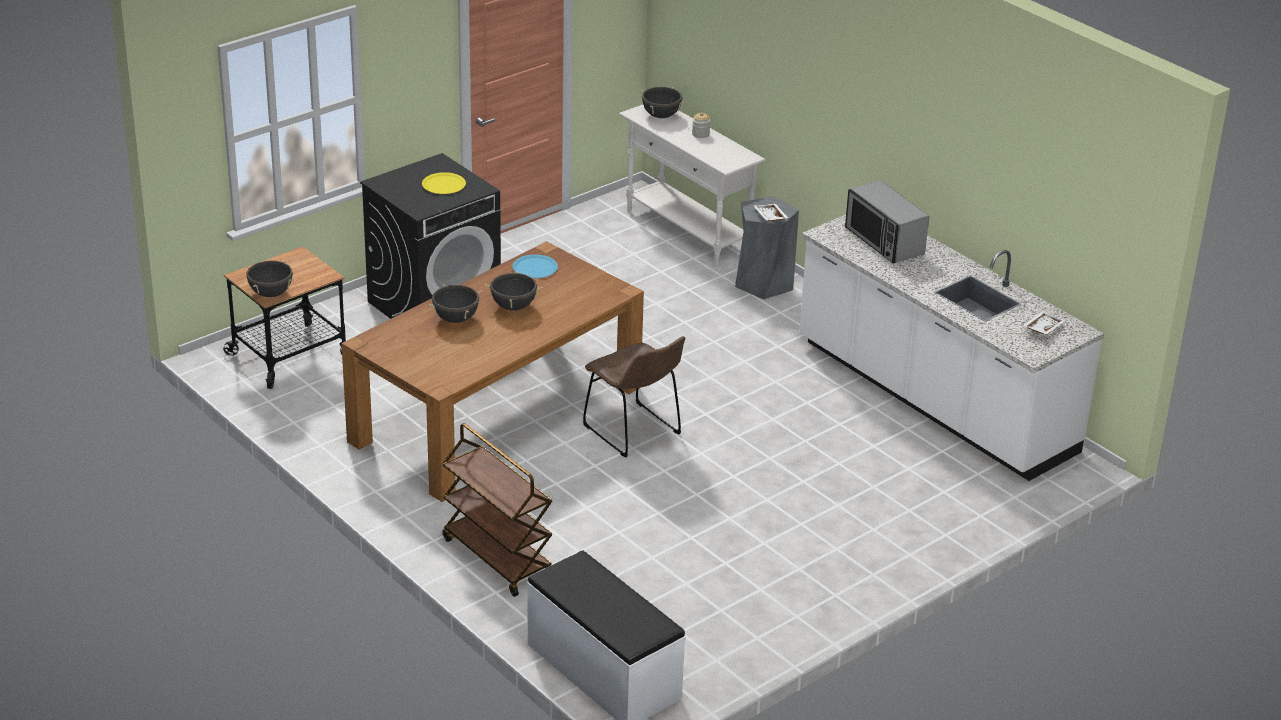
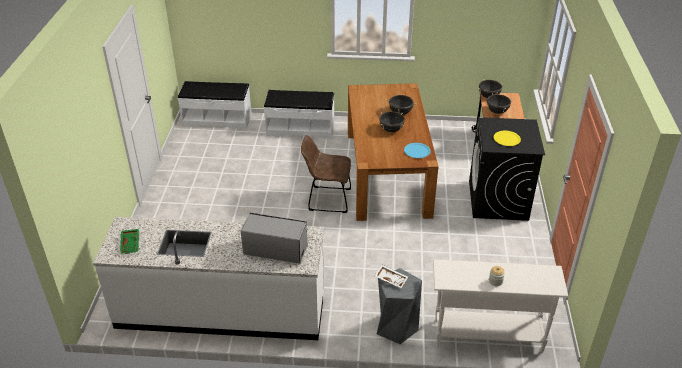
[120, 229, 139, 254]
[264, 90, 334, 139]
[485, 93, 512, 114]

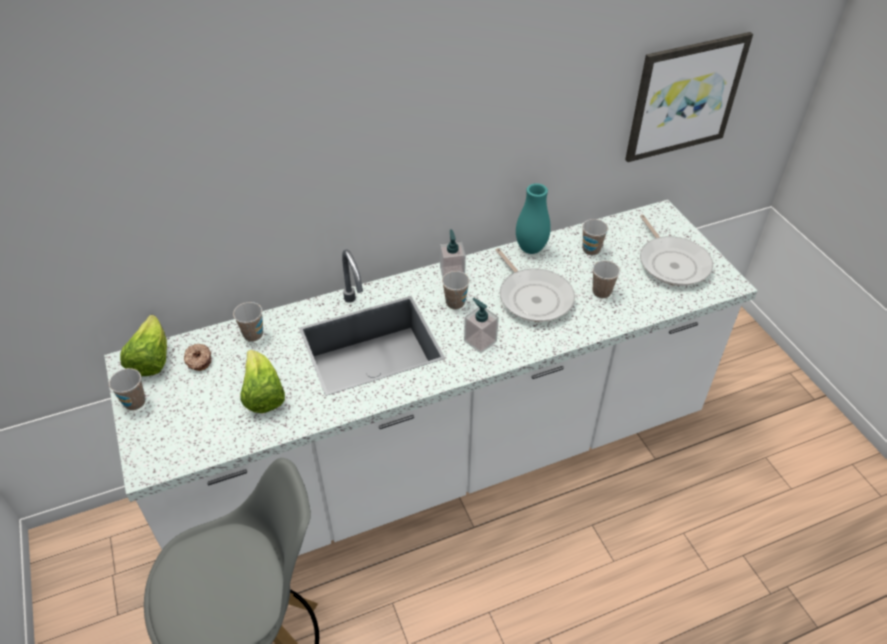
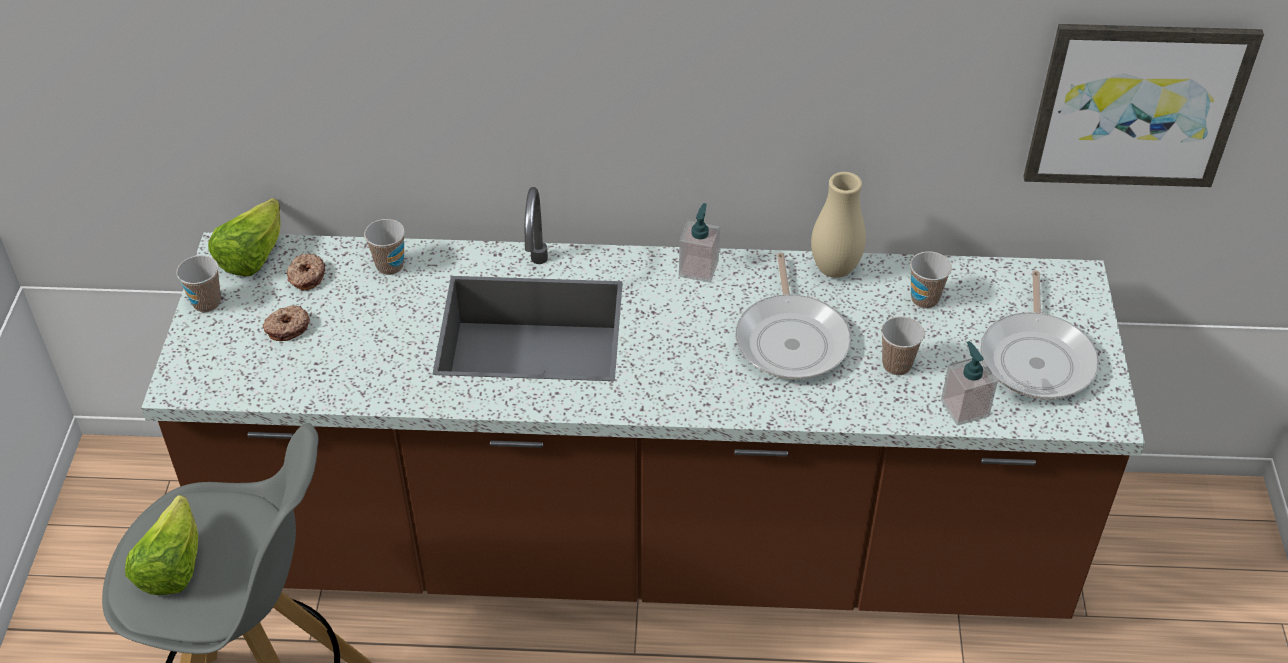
[125, 495, 198, 595]
[141, 187, 1145, 619]
[263, 305, 310, 341]
[811, 172, 866, 278]
[941, 341, 998, 426]
[442, 271, 470, 309] (first image)

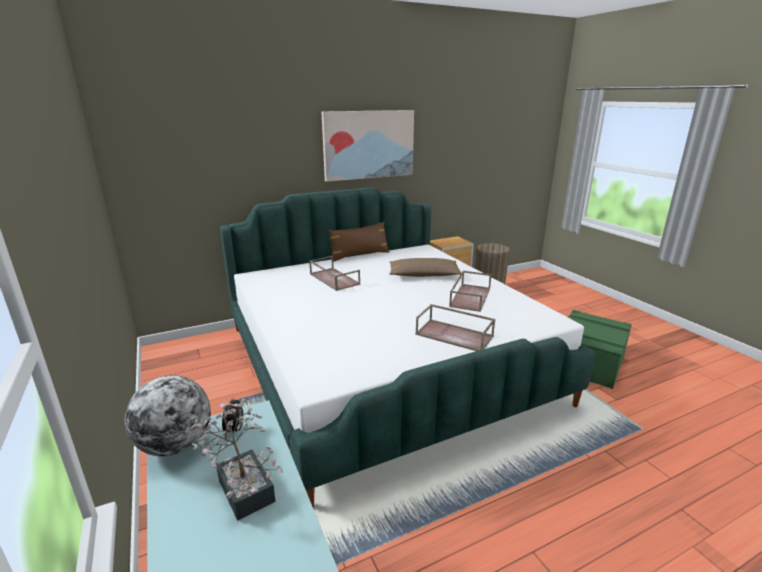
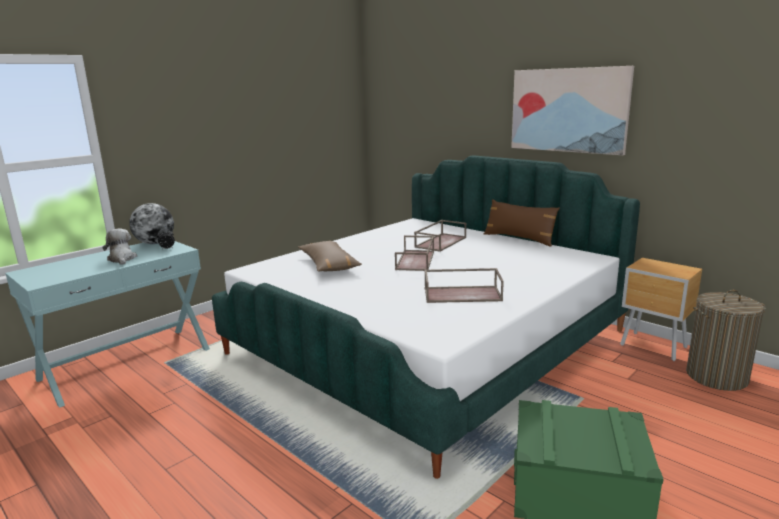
[103, 228, 137, 265]
[298, 241, 362, 272]
[395, 235, 434, 271]

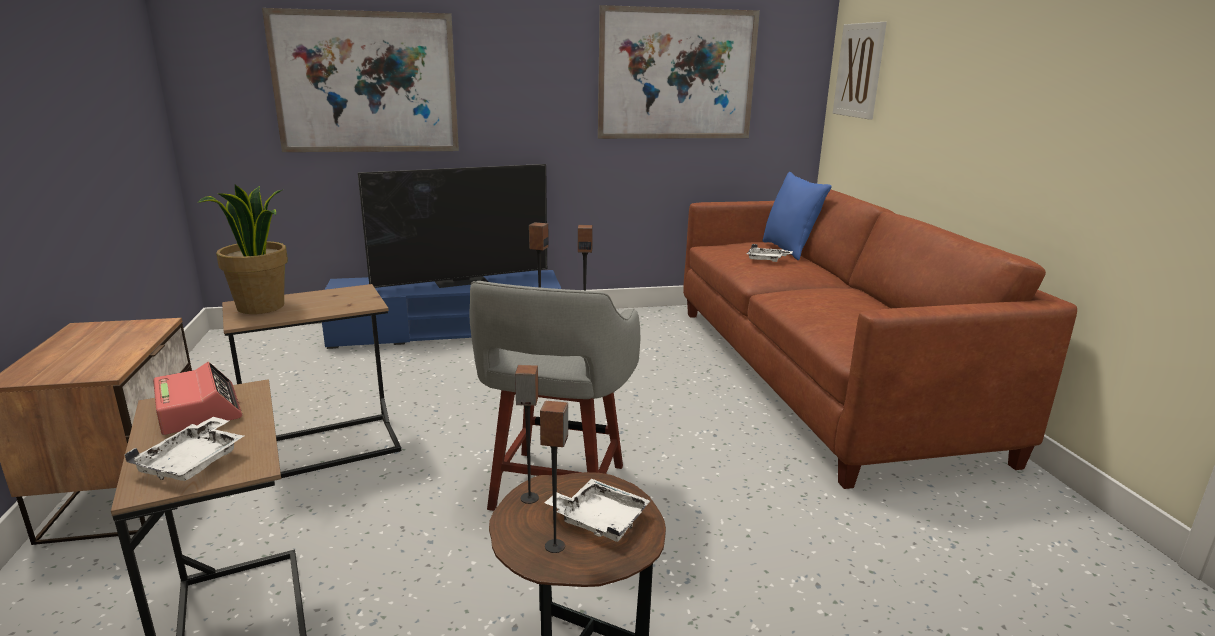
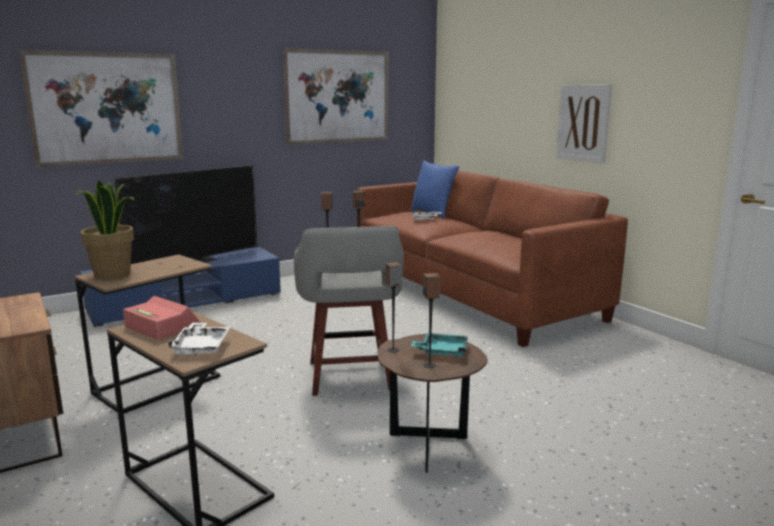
[411, 333, 468, 357]
[556, 85, 612, 163]

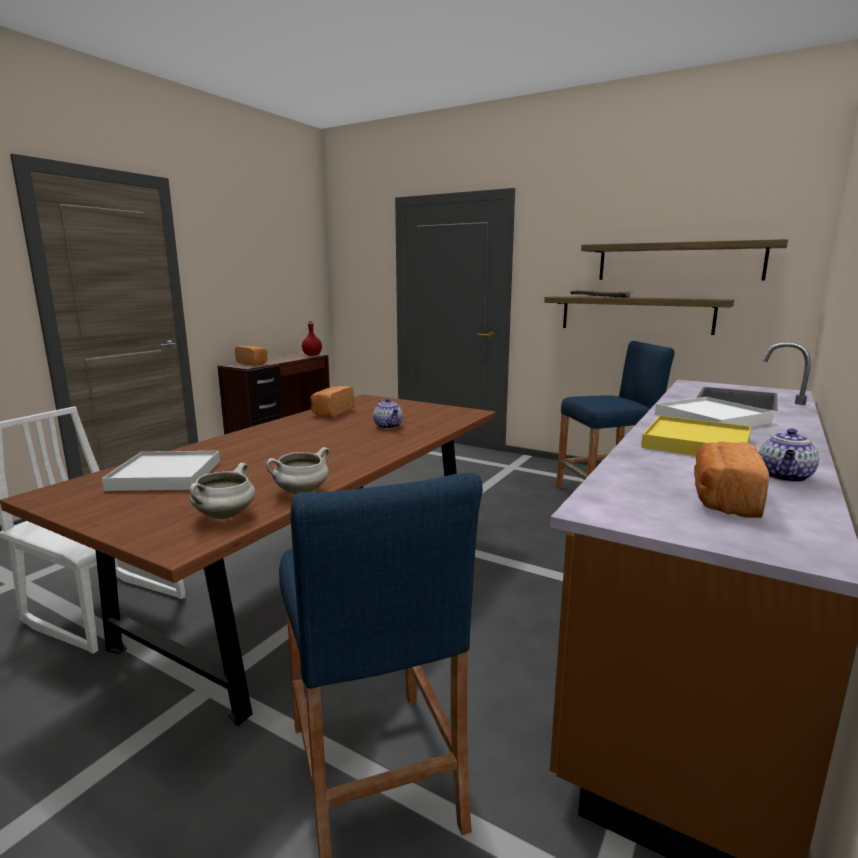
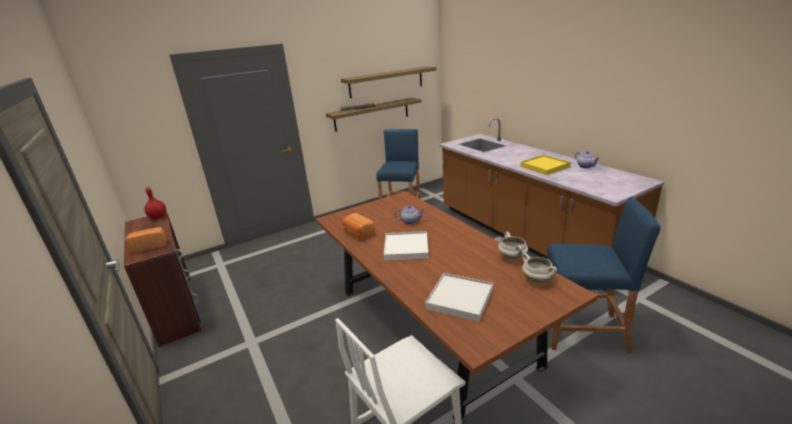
[384, 231, 429, 261]
[694, 441, 769, 518] (first image)

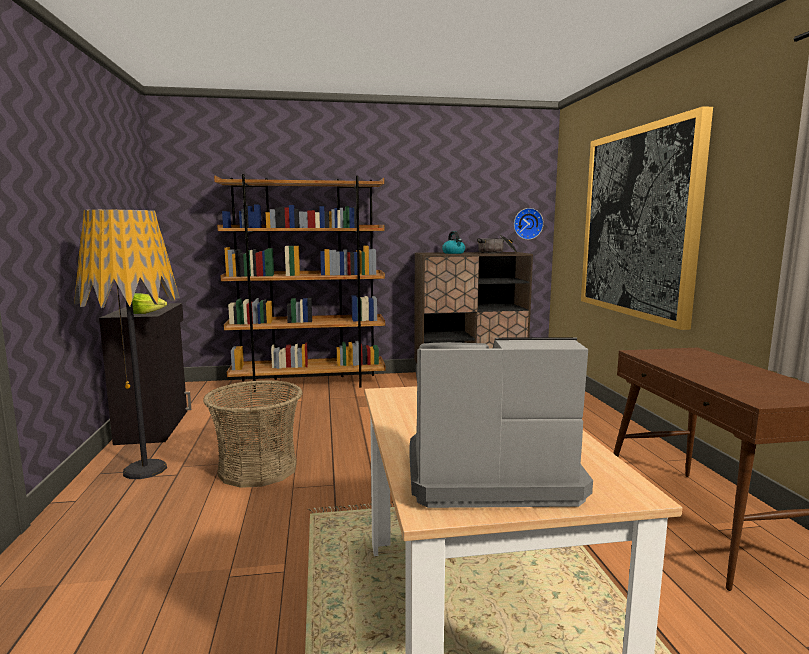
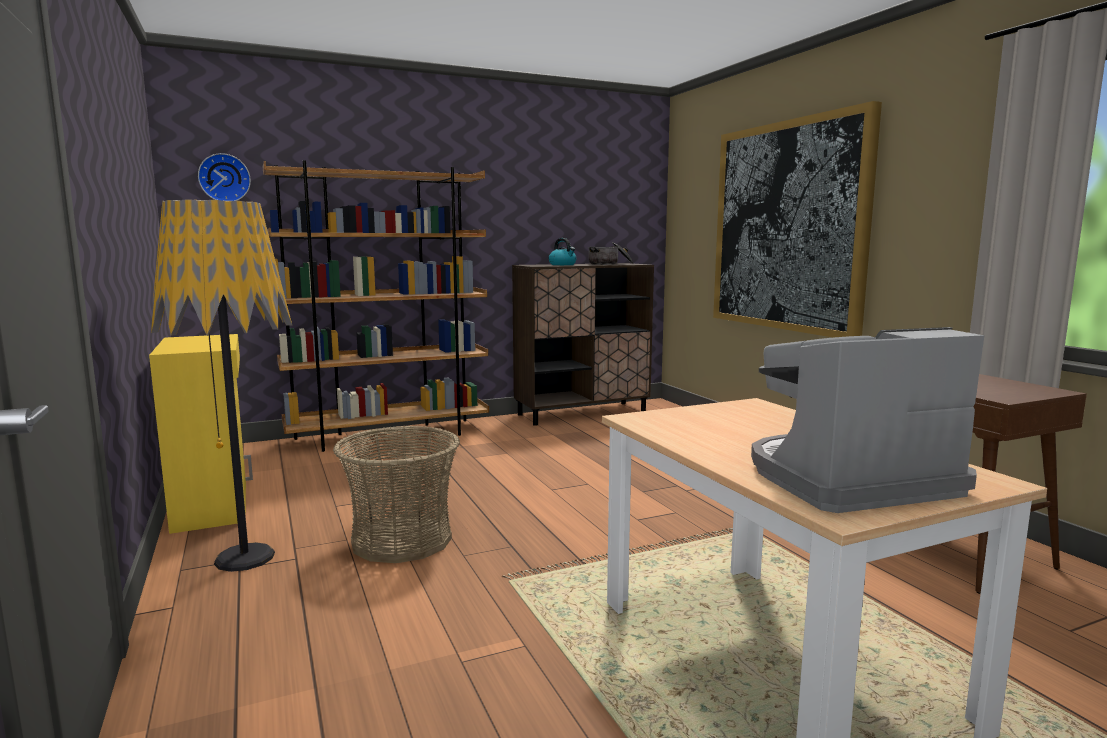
[149, 334, 253, 534]
[198, 153, 251, 201]
[132, 293, 167, 314] (first image)

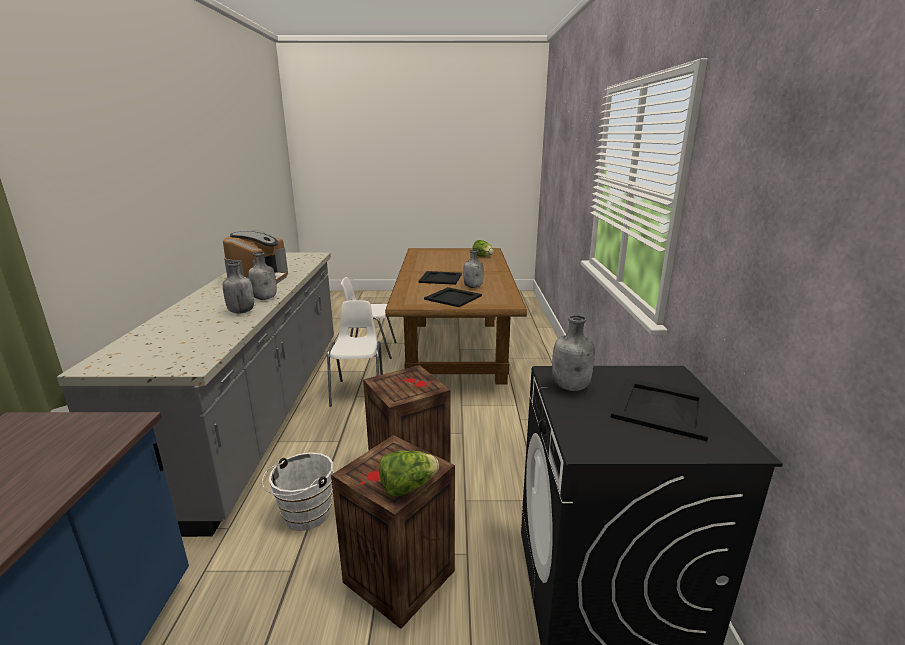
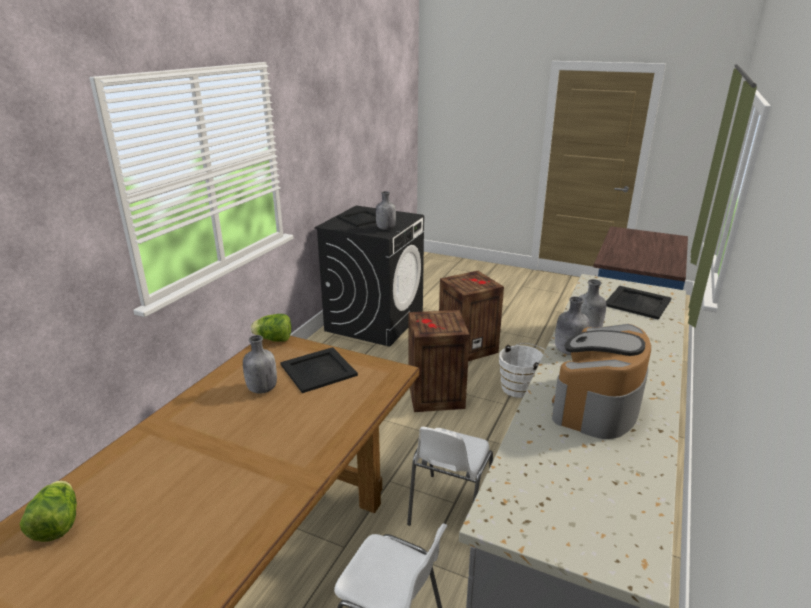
[251, 314, 291, 342]
[606, 286, 671, 320]

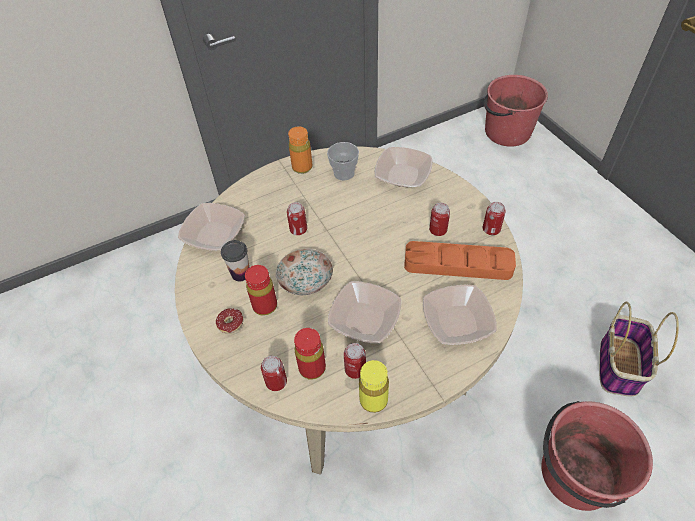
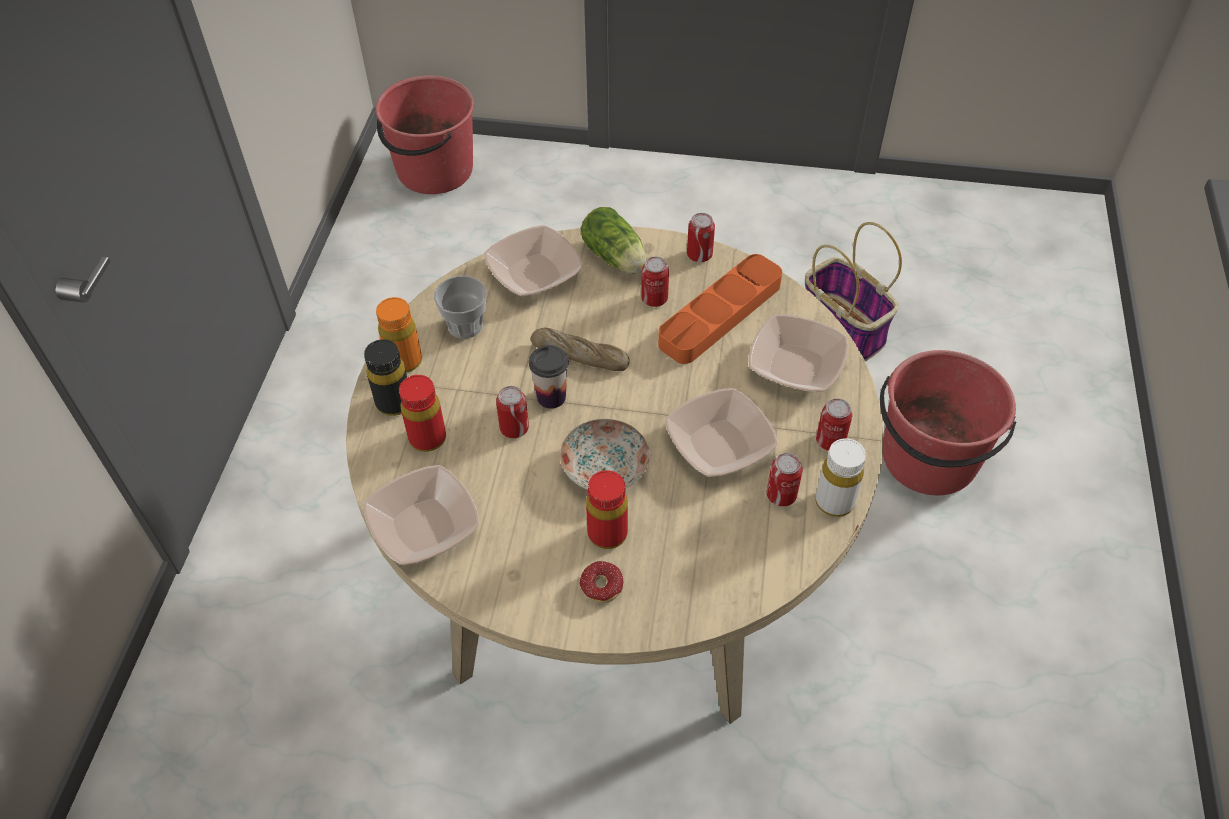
[364, 339, 407, 416]
[399, 375, 446, 452]
[529, 345, 569, 409]
[531, 328, 630, 371]
[581, 207, 647, 274]
[815, 438, 866, 517]
[816, 398, 852, 451]

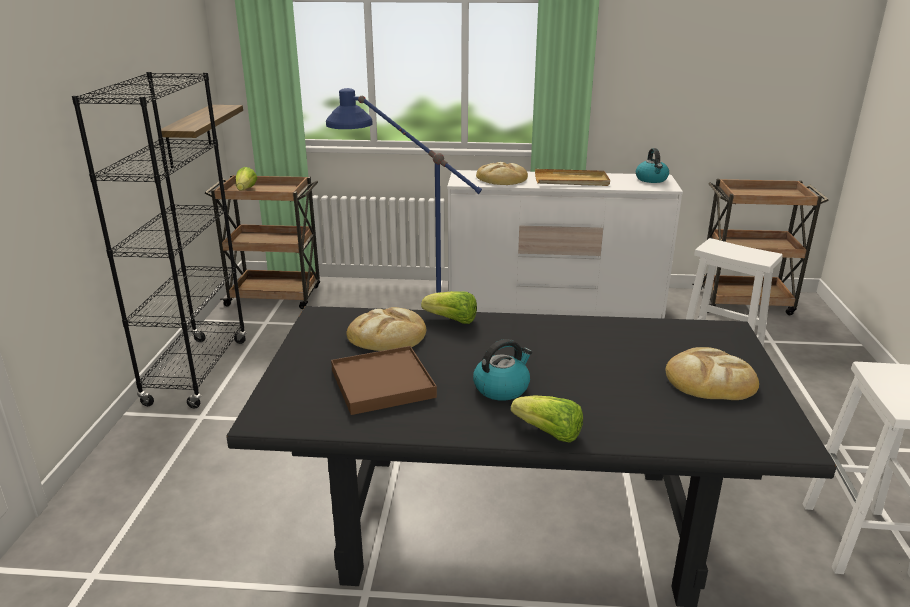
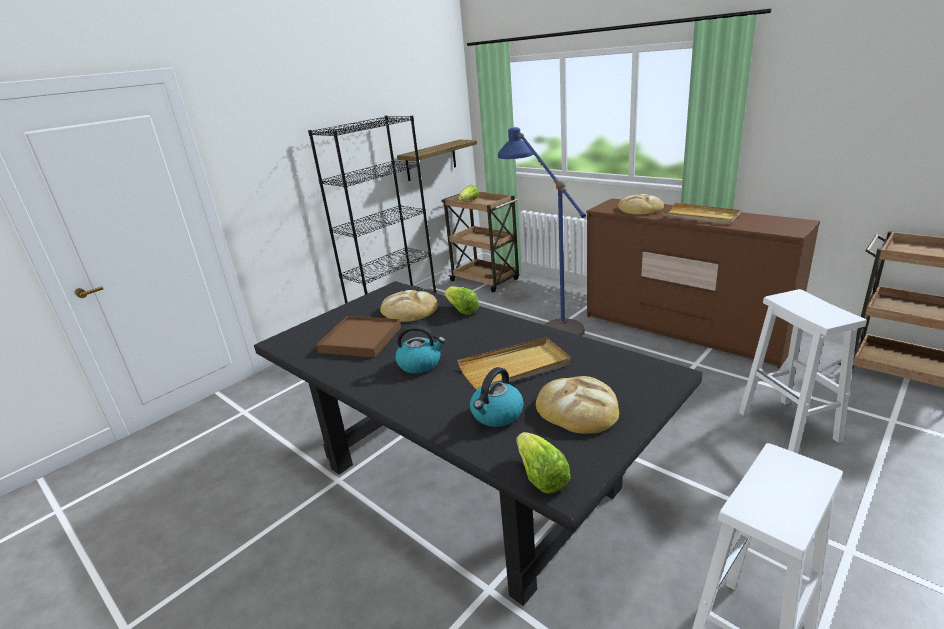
[457, 338, 571, 389]
[470, 367, 524, 427]
[516, 432, 571, 494]
[586, 198, 820, 369]

